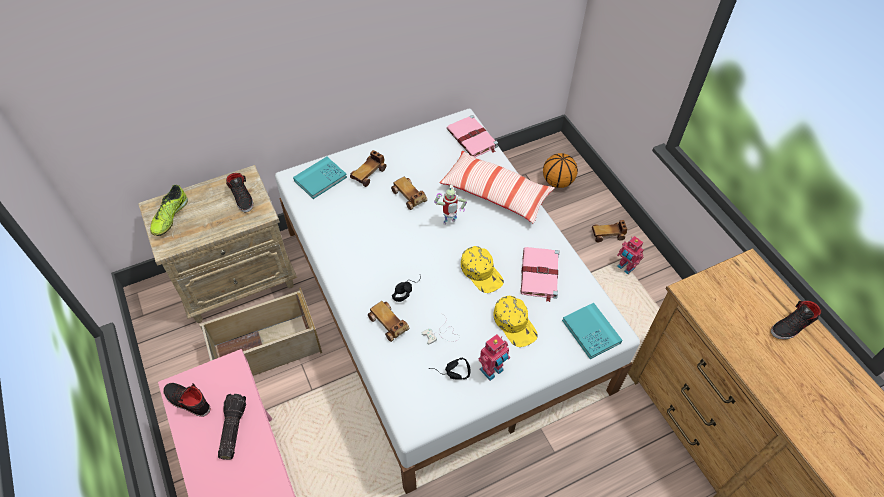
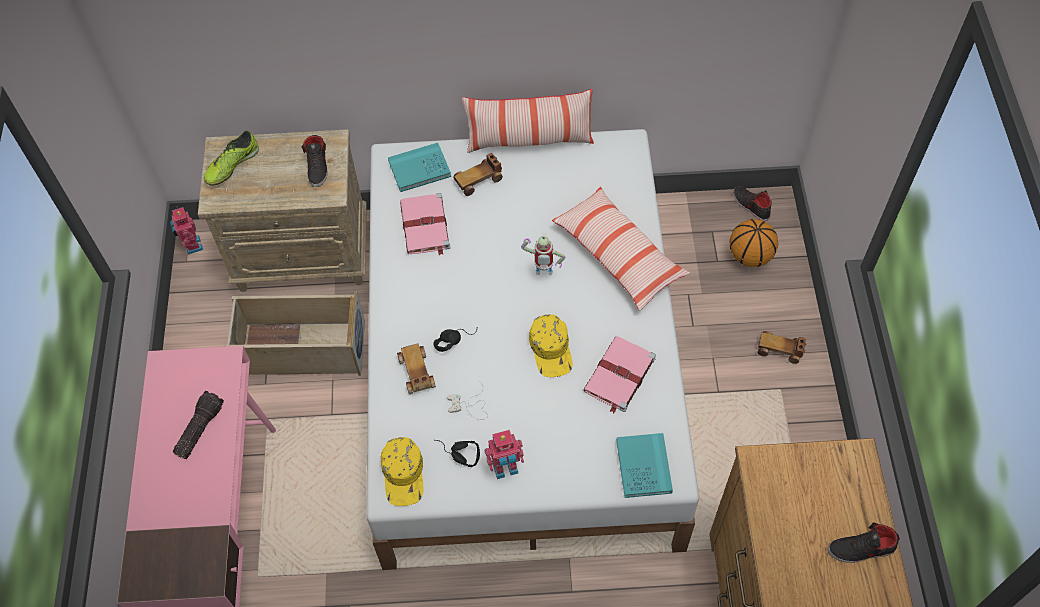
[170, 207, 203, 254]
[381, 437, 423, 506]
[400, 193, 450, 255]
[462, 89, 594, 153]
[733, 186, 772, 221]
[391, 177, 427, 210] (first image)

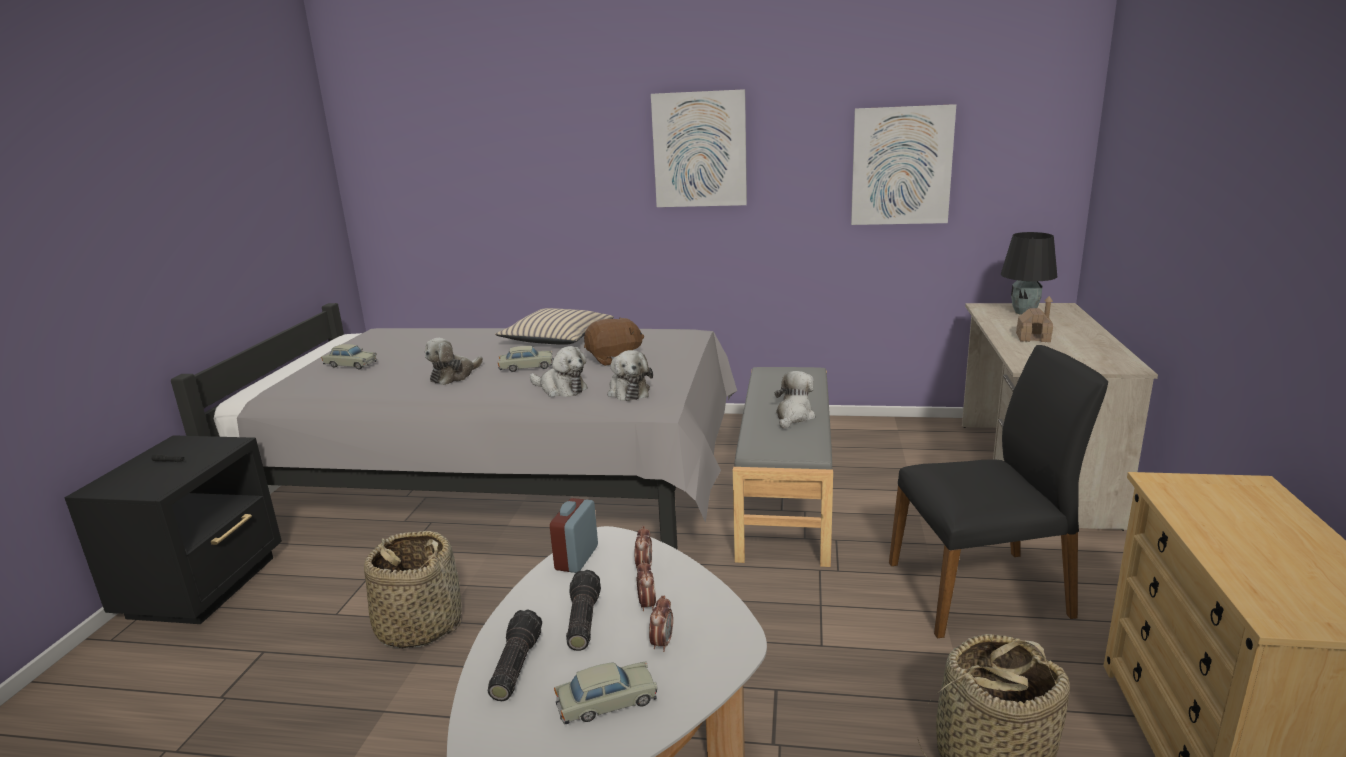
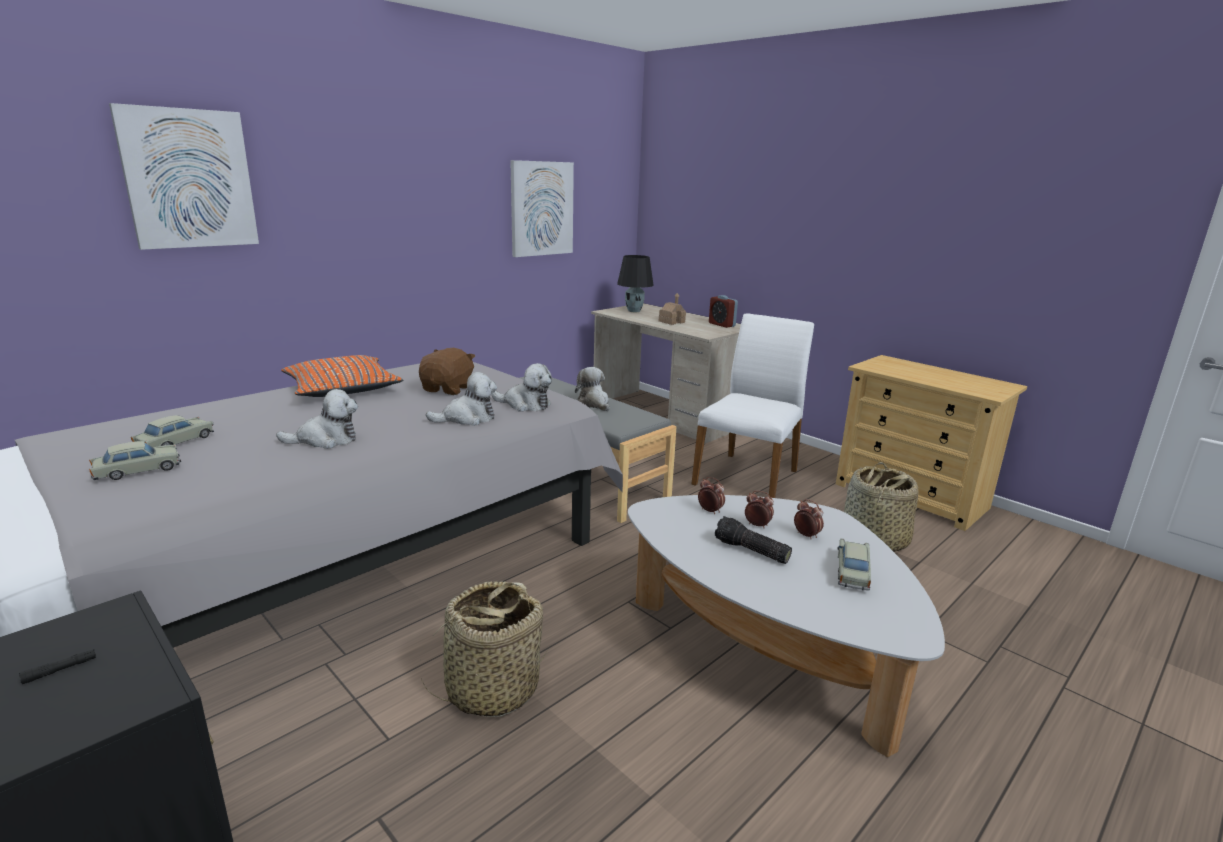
[109, 103, 259, 250]
[131, 415, 214, 447]
[276, 389, 358, 449]
[281, 355, 403, 397]
[691, 313, 814, 498]
[709, 295, 738, 328]
[488, 609, 542, 701] (first image)

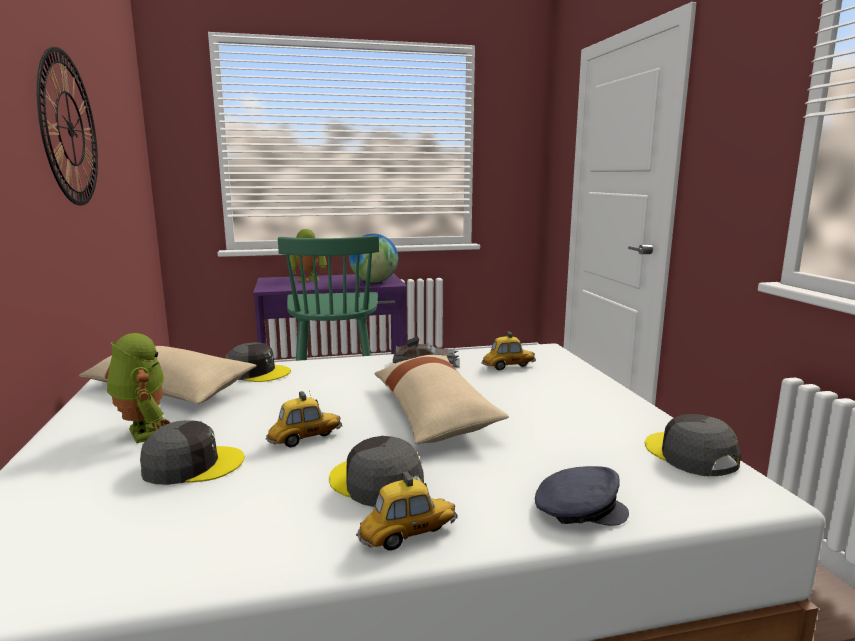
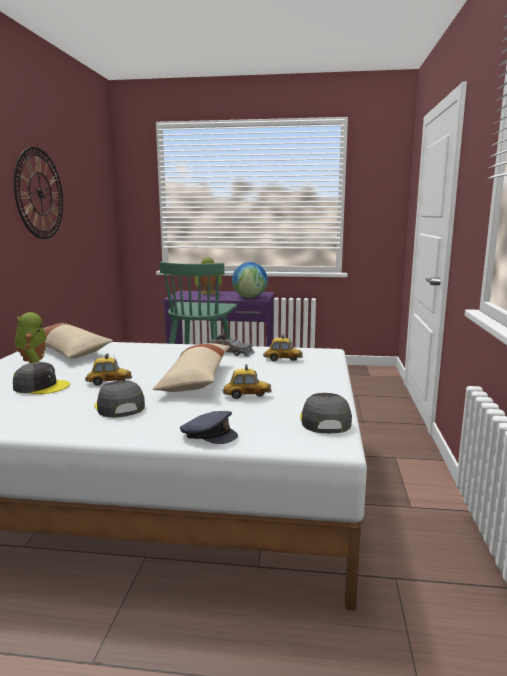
[222, 364, 271, 399]
[225, 342, 291, 382] (first image)

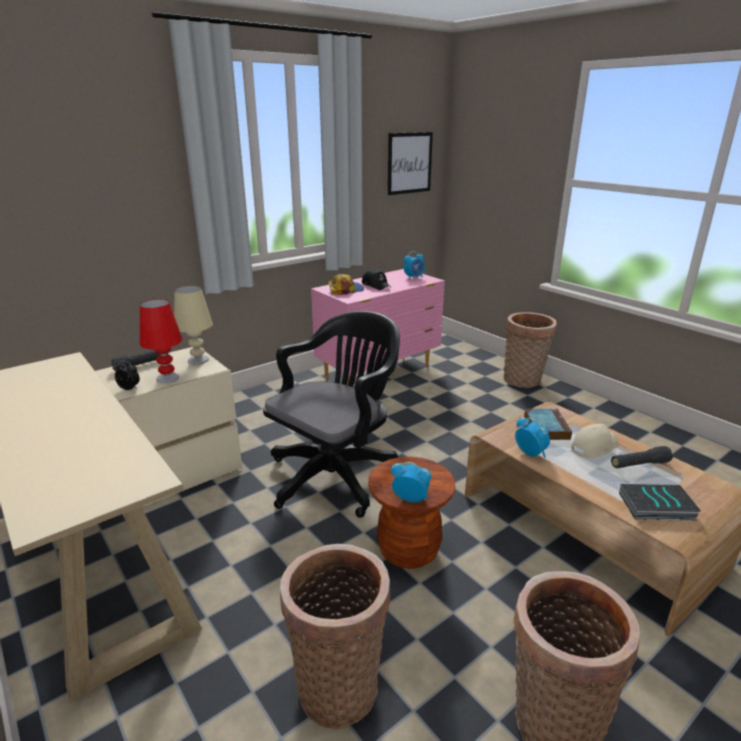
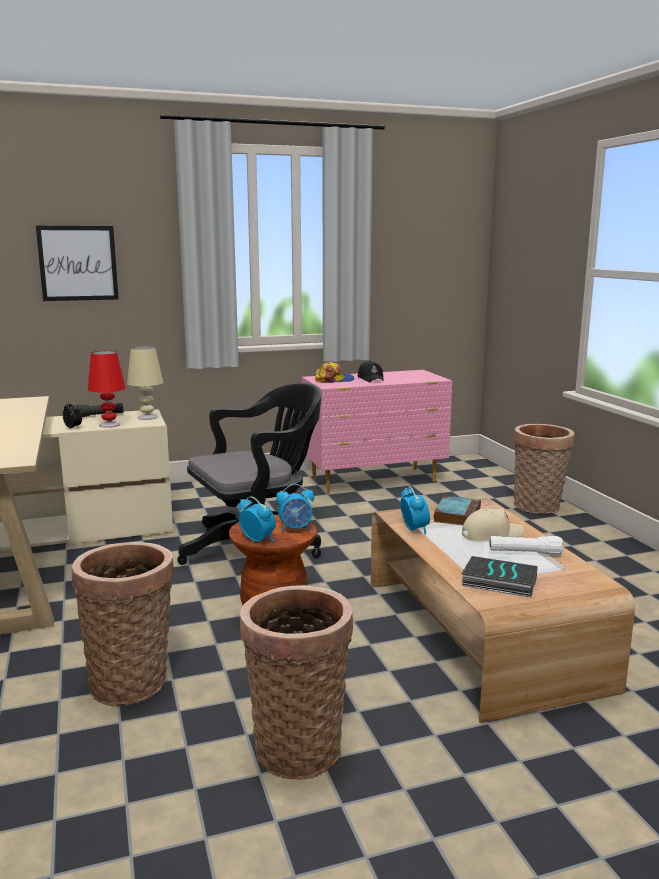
[36, 226, 119, 301]
[276, 484, 314, 532]
[490, 536, 563, 556]

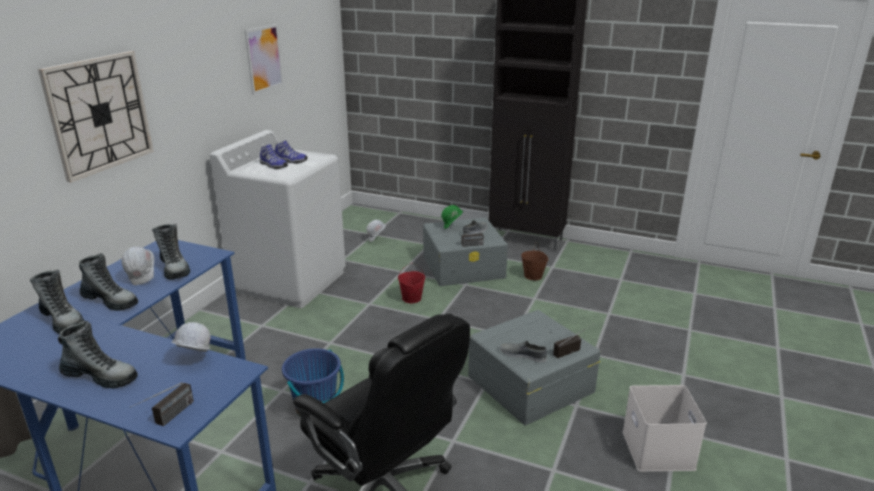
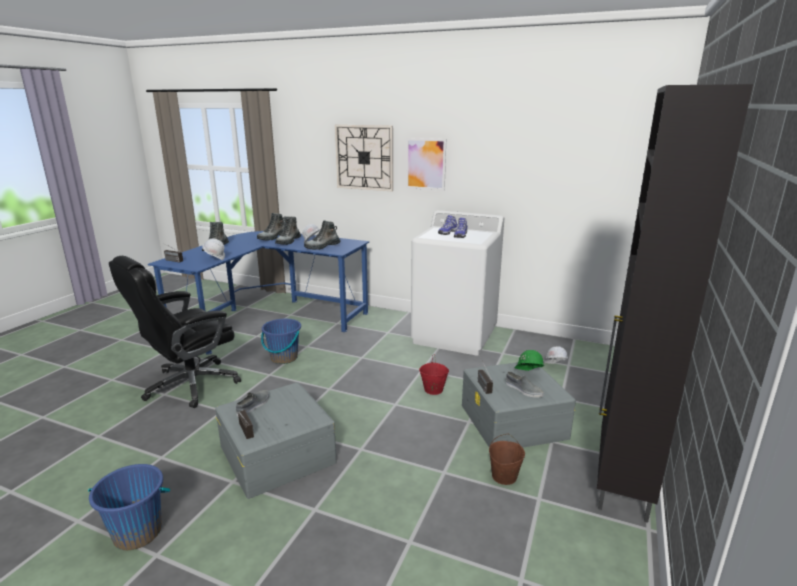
[88, 464, 170, 550]
[406, 138, 446, 191]

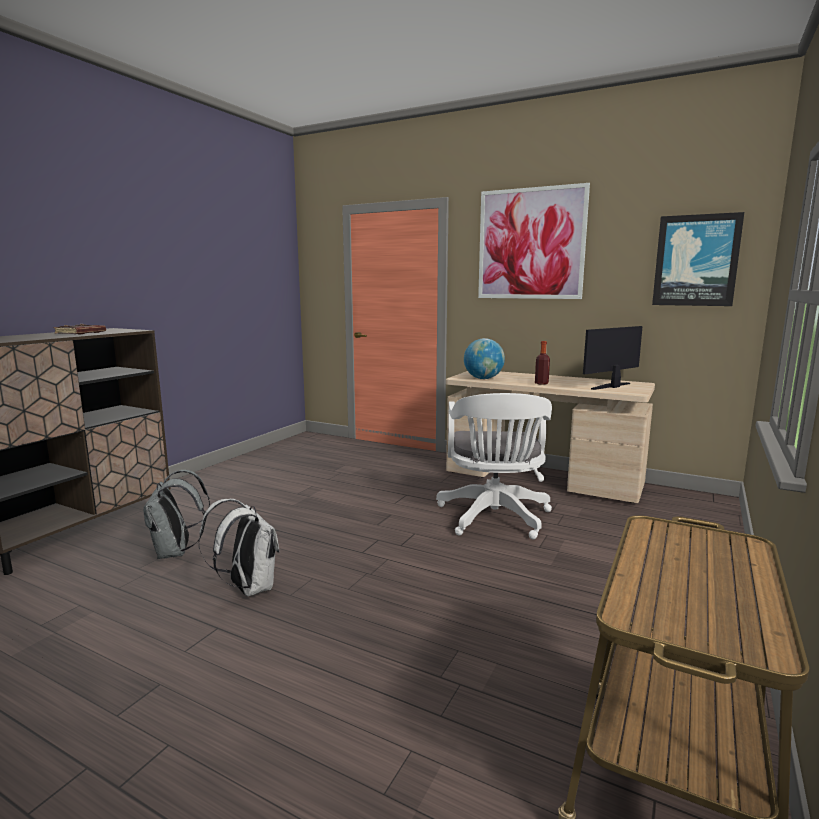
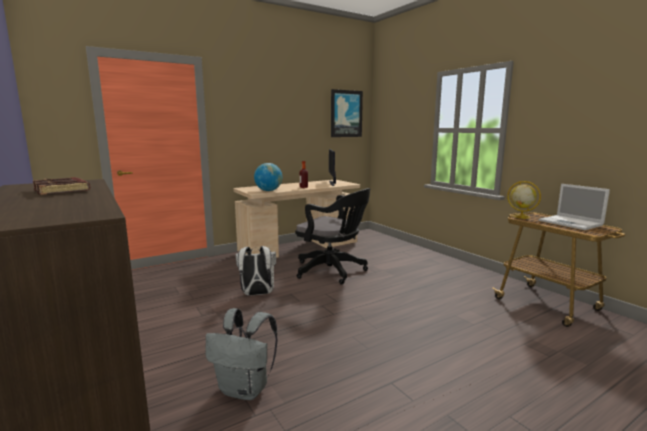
[235, 246, 276, 296]
[295, 188, 371, 285]
[507, 181, 541, 219]
[539, 184, 610, 230]
[478, 183, 590, 299] (first image)

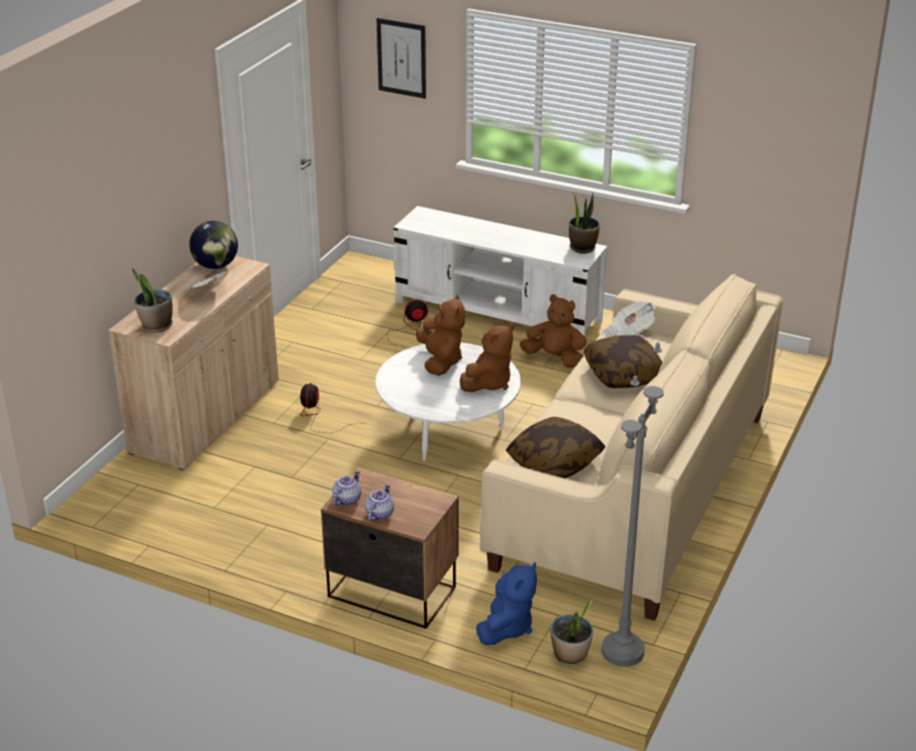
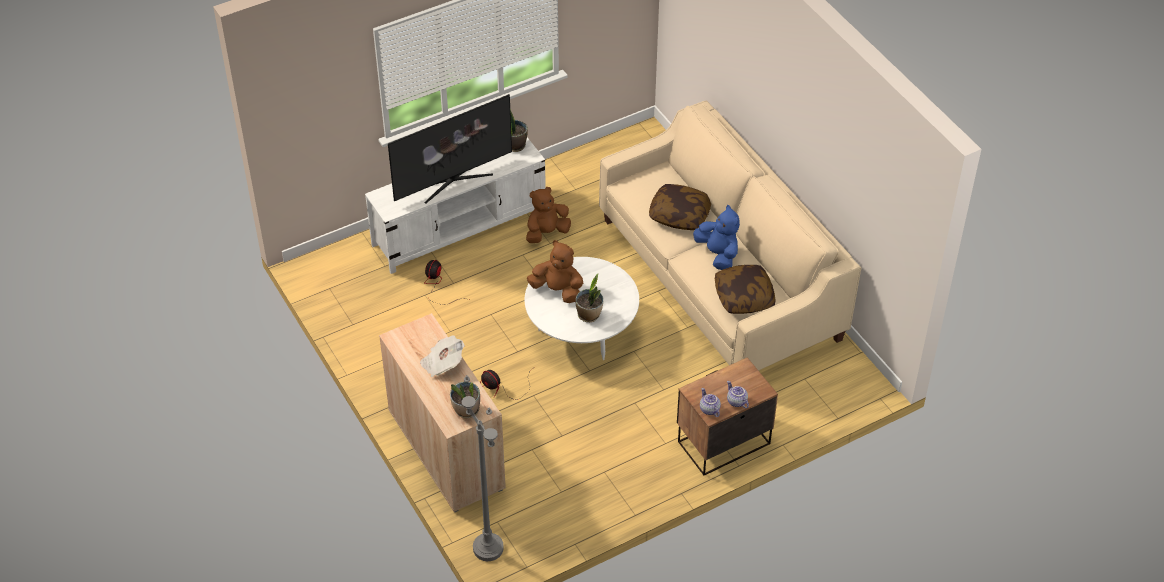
[388, 94, 512, 204]
[462, 375, 504, 561]
[575, 274, 604, 322]
[693, 205, 740, 270]
[189, 221, 238, 269] (first image)
[376, 18, 426, 99] (first image)
[460, 324, 514, 392] (first image)
[602, 301, 656, 338] (first image)

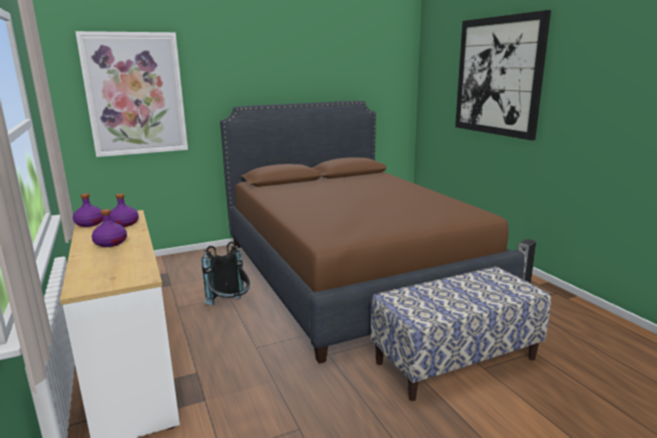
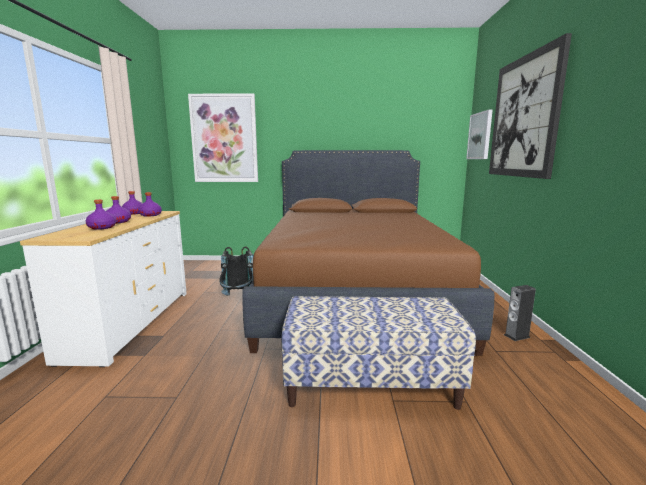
[86, 200, 116, 230]
[466, 109, 493, 159]

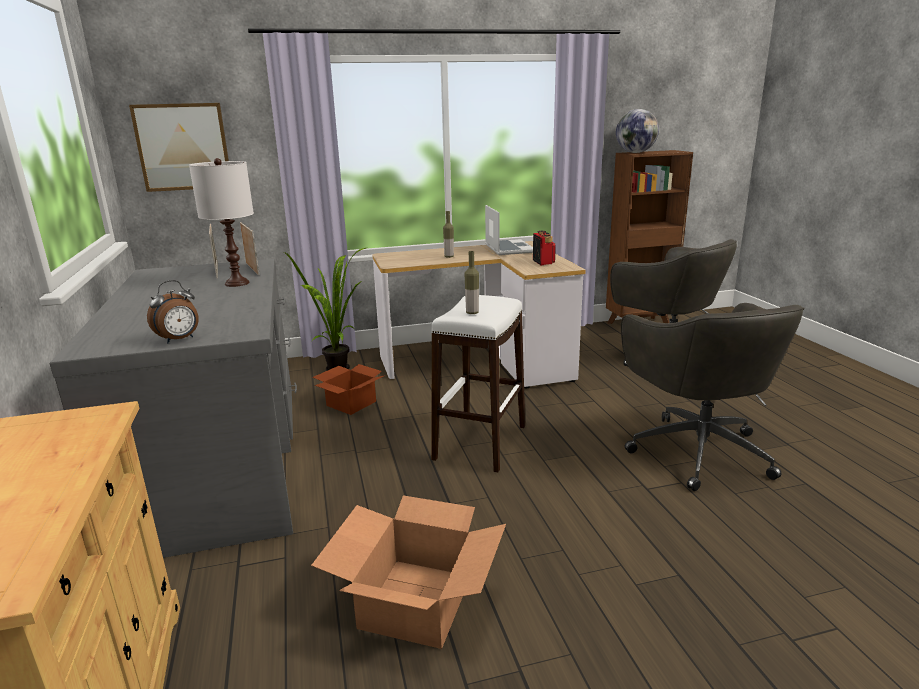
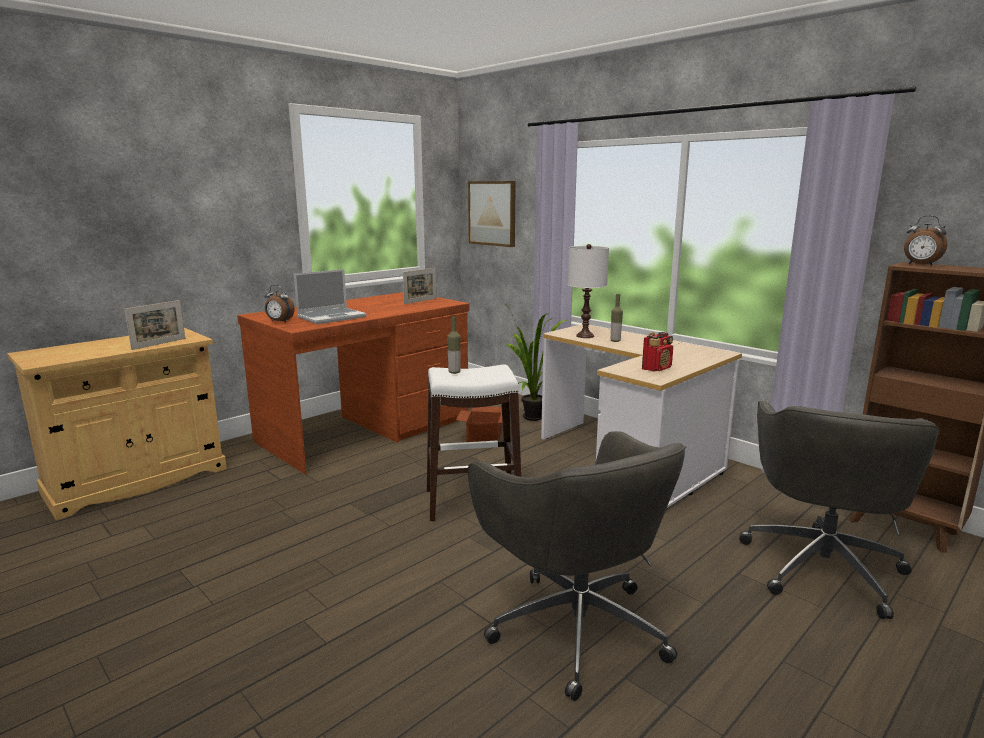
[125, 300, 185, 350]
[237, 292, 470, 474]
[294, 269, 366, 324]
[468, 431, 686, 701]
[568, 244, 609, 338]
[904, 215, 947, 266]
[311, 495, 506, 649] (first image)

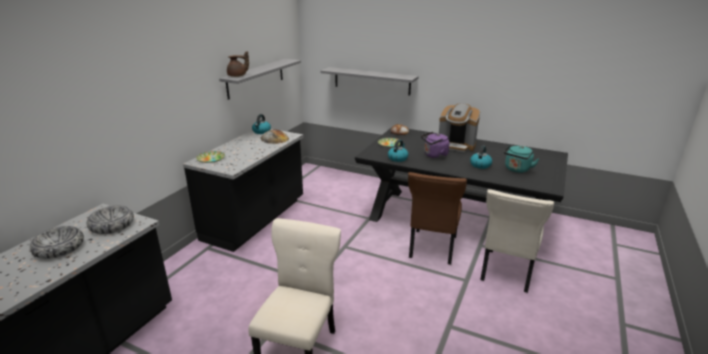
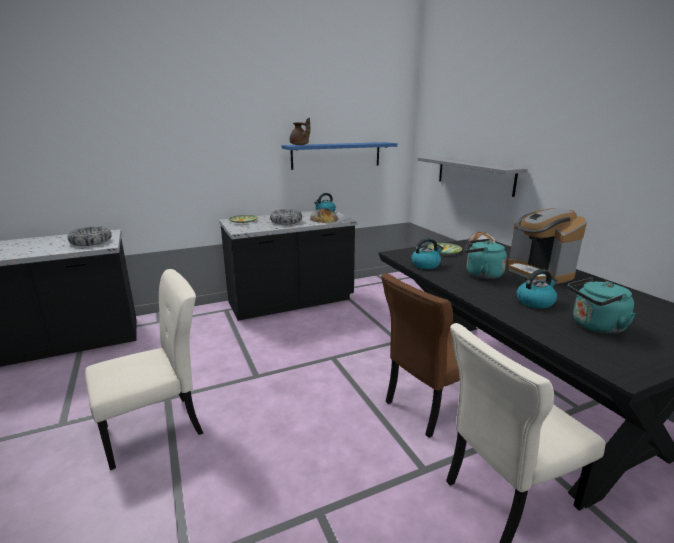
[270, 209, 302, 225]
[282, 142, 398, 170]
[465, 239, 507, 279]

